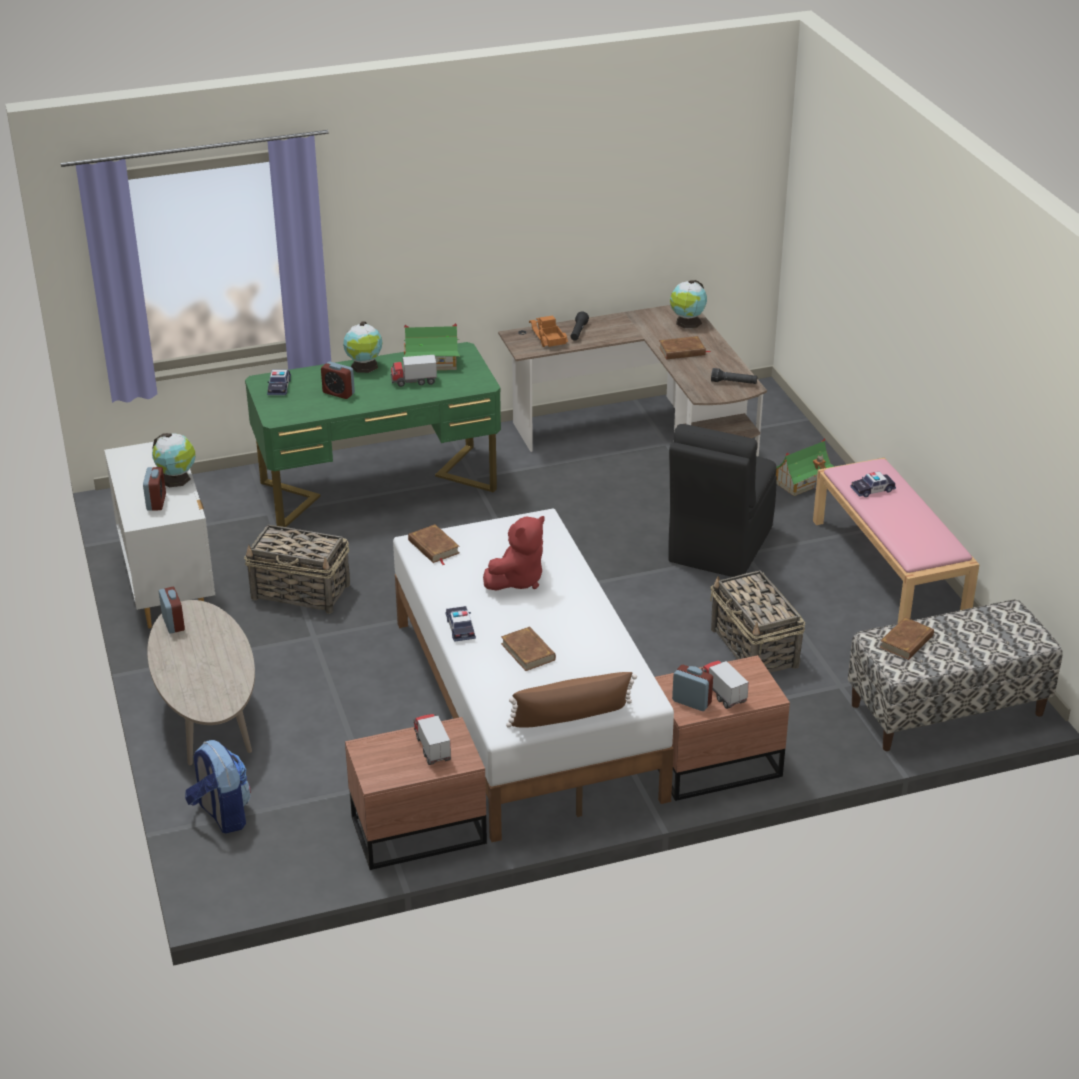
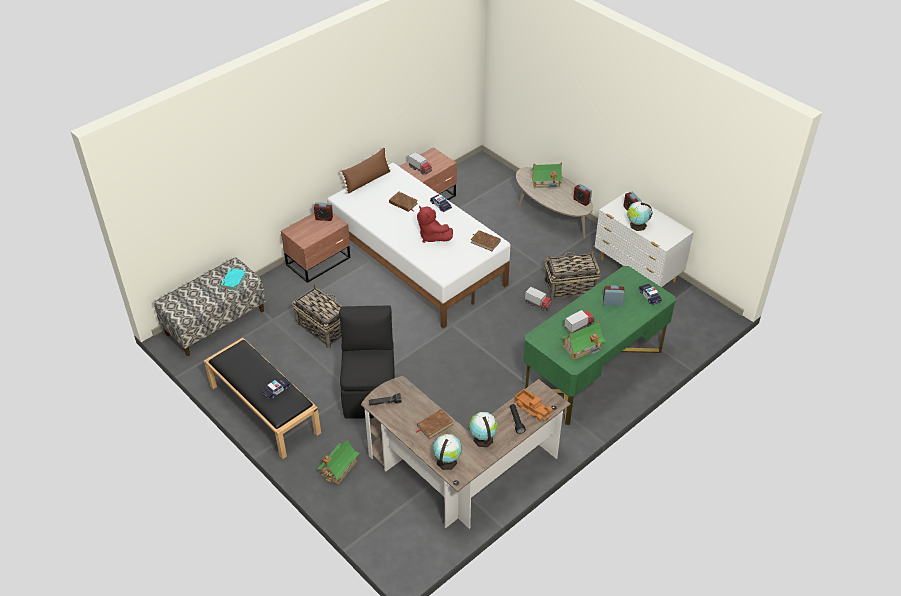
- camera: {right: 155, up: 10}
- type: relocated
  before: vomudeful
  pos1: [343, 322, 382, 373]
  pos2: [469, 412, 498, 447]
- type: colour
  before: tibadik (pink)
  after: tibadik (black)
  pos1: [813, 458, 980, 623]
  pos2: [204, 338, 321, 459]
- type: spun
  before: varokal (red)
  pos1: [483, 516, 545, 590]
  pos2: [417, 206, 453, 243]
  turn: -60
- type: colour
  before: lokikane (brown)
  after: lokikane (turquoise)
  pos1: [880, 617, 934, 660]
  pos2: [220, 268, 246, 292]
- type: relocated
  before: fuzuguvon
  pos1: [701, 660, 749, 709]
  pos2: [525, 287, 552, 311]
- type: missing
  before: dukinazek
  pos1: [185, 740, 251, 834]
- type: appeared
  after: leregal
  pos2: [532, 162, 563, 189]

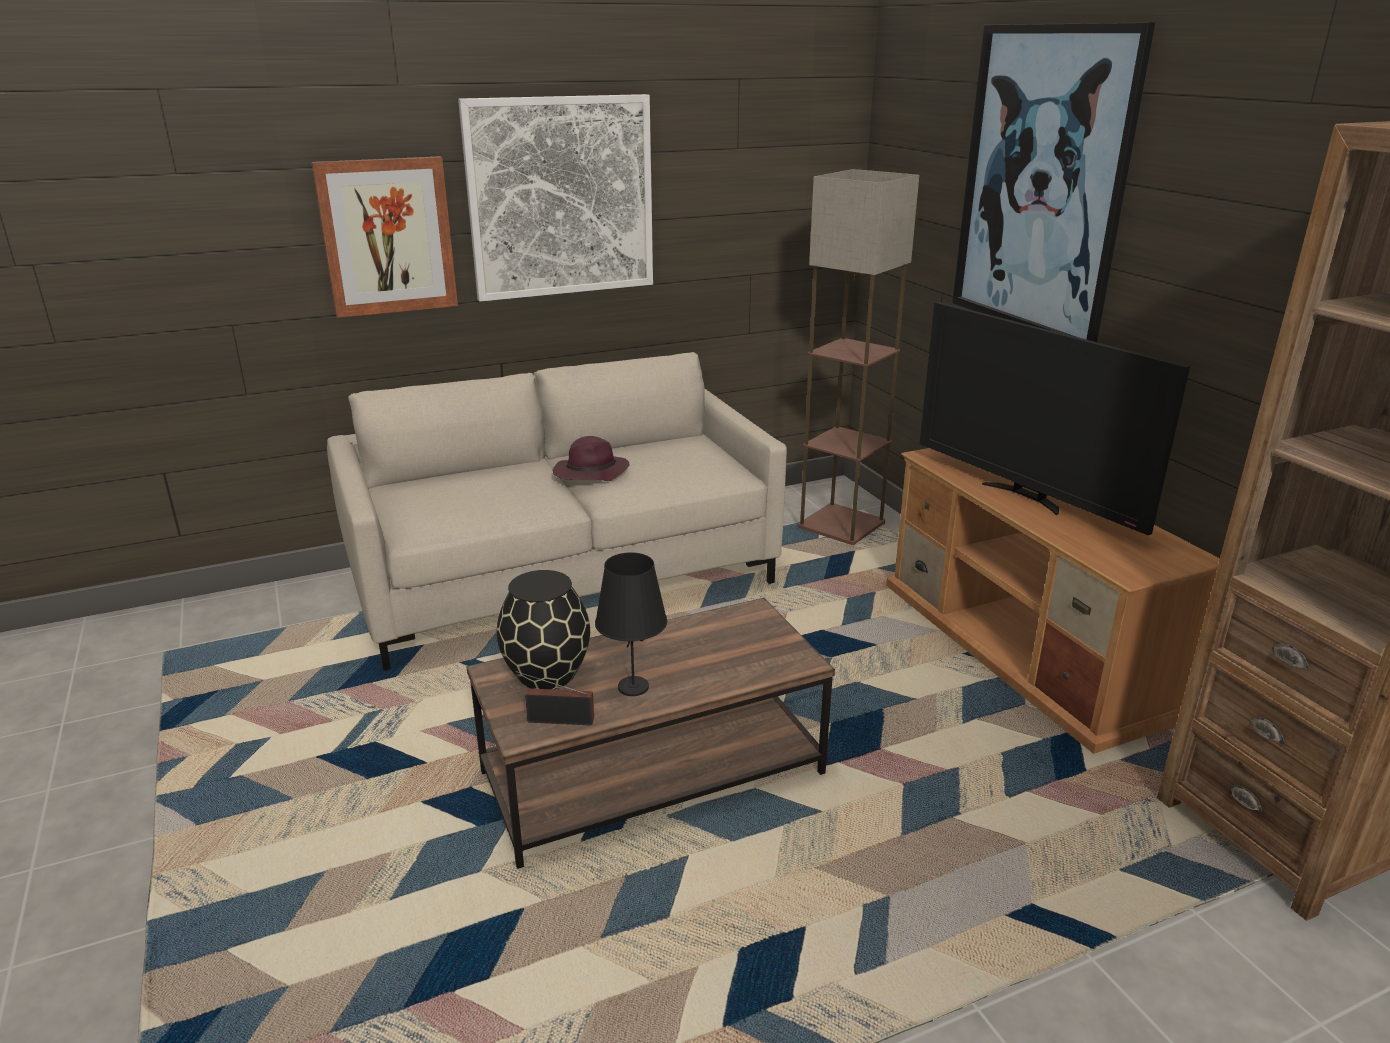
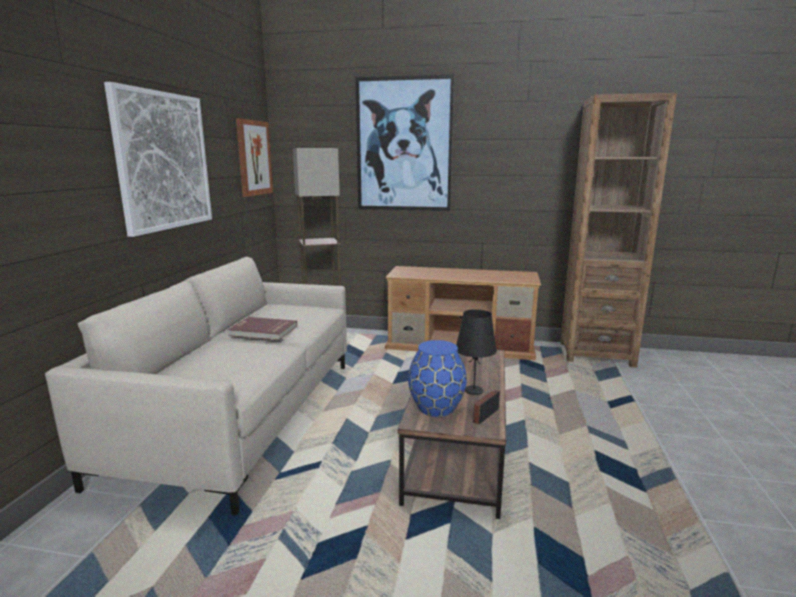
- camera: {right: -55, up: -10}
- type: relocated
  before: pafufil
  pos1: [312, 156, 458, 318]
  pos2: [236, 118, 273, 197]
- type: missing
  before: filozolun
  pos1: [919, 302, 1190, 535]
- type: exchanged
  before: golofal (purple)
  after: lokikane (red)
  pos1: [553, 436, 630, 481]
  pos2: [228, 317, 297, 340]
- type: colour
  before: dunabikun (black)
  after: dunabikun (blue)
  pos1: [497, 570, 590, 689]
  pos2: [408, 340, 467, 417]

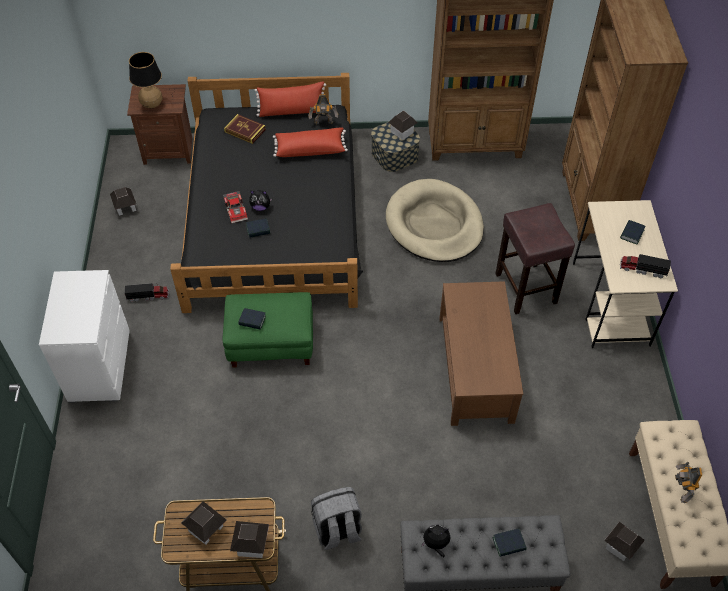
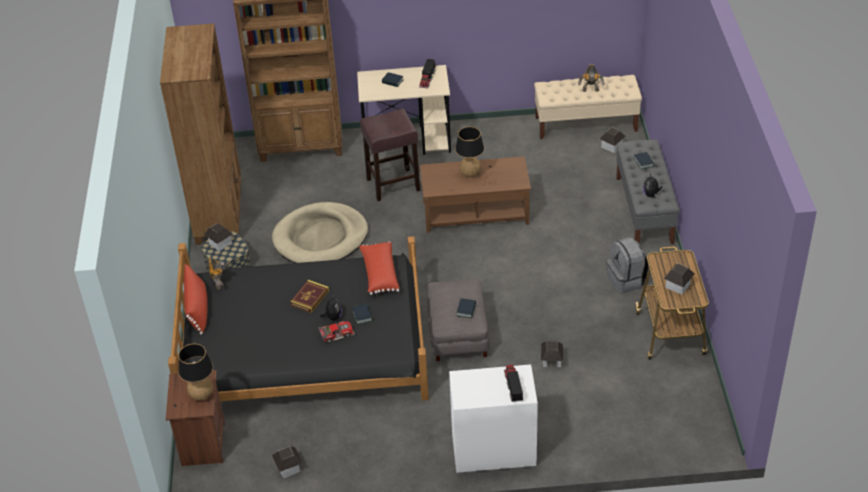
- camera: {right: -90, up: -10}
- type: relocated
  before: lokikane
  pos1: [224, 114, 266, 144]
  pos2: [290, 280, 329, 313]
- type: relocated
  before: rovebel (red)
  pos1: [273, 127, 348, 157]
  pos2: [359, 241, 399, 295]
- type: relocated
  before: fuzuguvon
  pos1: [124, 283, 169, 302]
  pos2: [504, 365, 524, 402]
- type: colour
  before: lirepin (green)
  after: lirepin (grey)
  pos1: [222, 292, 313, 368]
  pos2: [427, 279, 489, 361]
- type: relocated
  before: leregal
  pos1: [230, 521, 269, 558]
  pos2: [541, 341, 563, 367]
- type: appeared
  after: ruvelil
  pos2: [455, 127, 495, 185]

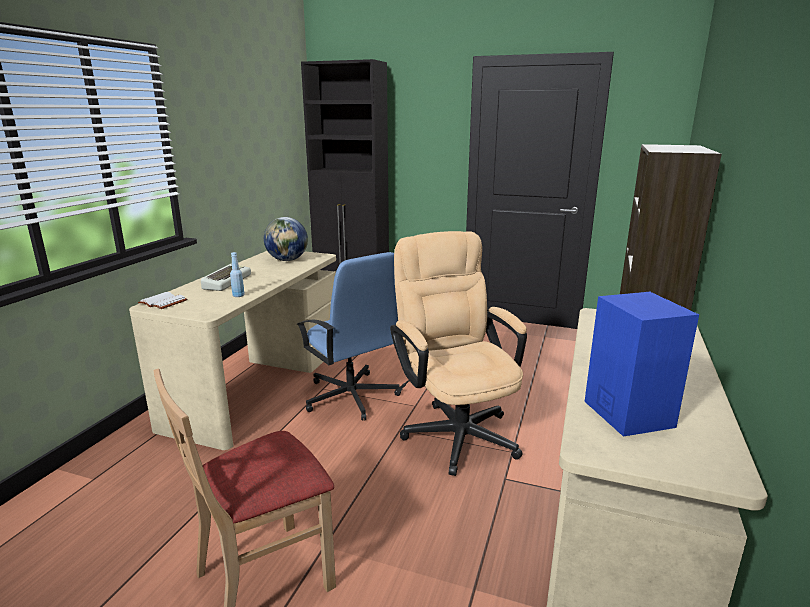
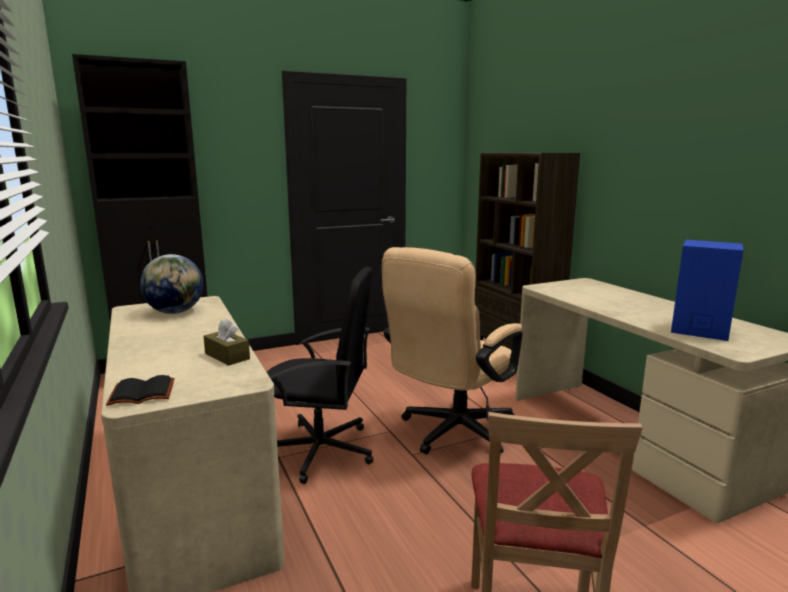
- camera: {right: -45, up: -5}
- type: spun
  before: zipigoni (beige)
  pos1: [390, 231, 527, 476]
  pos2: [382, 247, 523, 454]
  turn: -75
- type: exchanged
  before: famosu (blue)
  after: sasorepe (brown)
  pos1: [230, 252, 245, 297]
  pos2: [204, 319, 250, 366]
- type: colour
  before: zipigoni (blue)
  after: zipigoni (black)
  pos1: [296, 252, 401, 421]
  pos2: [267, 267, 373, 484]
- type: missing
  before: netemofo
  pos1: [201, 264, 251, 291]
- type: colour
  before: lokikane (white)
  after: lokikane (black)
  pos1: [138, 292, 188, 309]
  pos2: [106, 375, 175, 406]

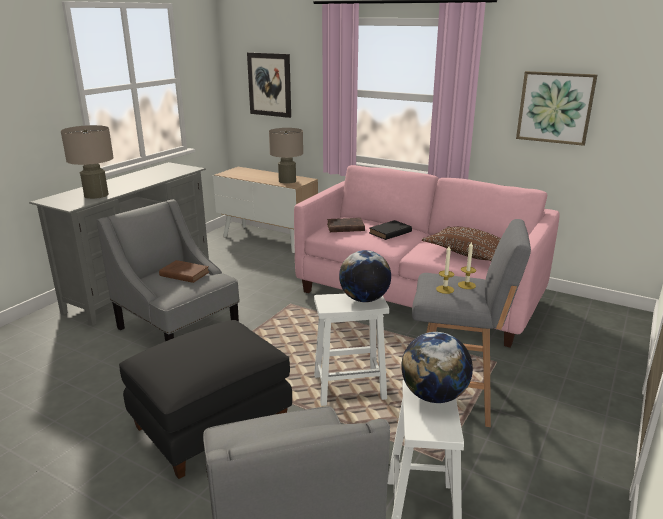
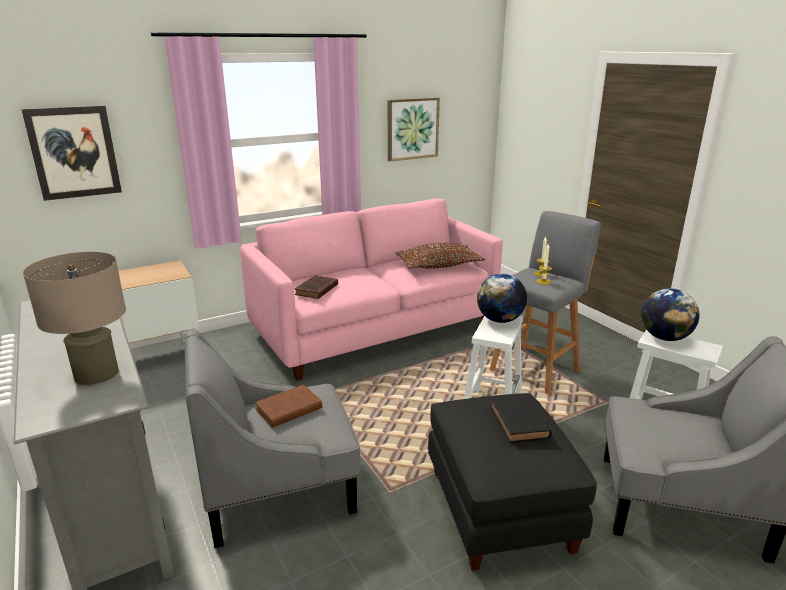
- camera: {right: -60, up: 0}
- type: missing
  before: ruvelil (beige)
  pos1: [269, 128, 303, 184]
- type: relocated
  before: lokikane (black)
  pos1: [369, 220, 412, 240]
  pos2: [491, 396, 552, 443]

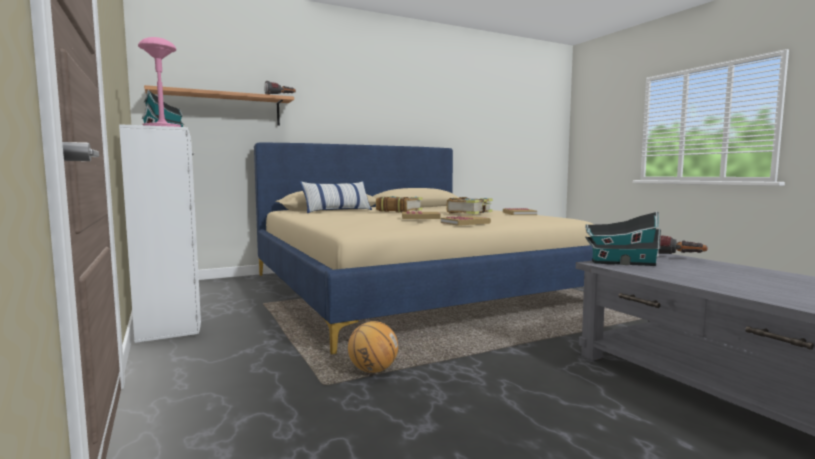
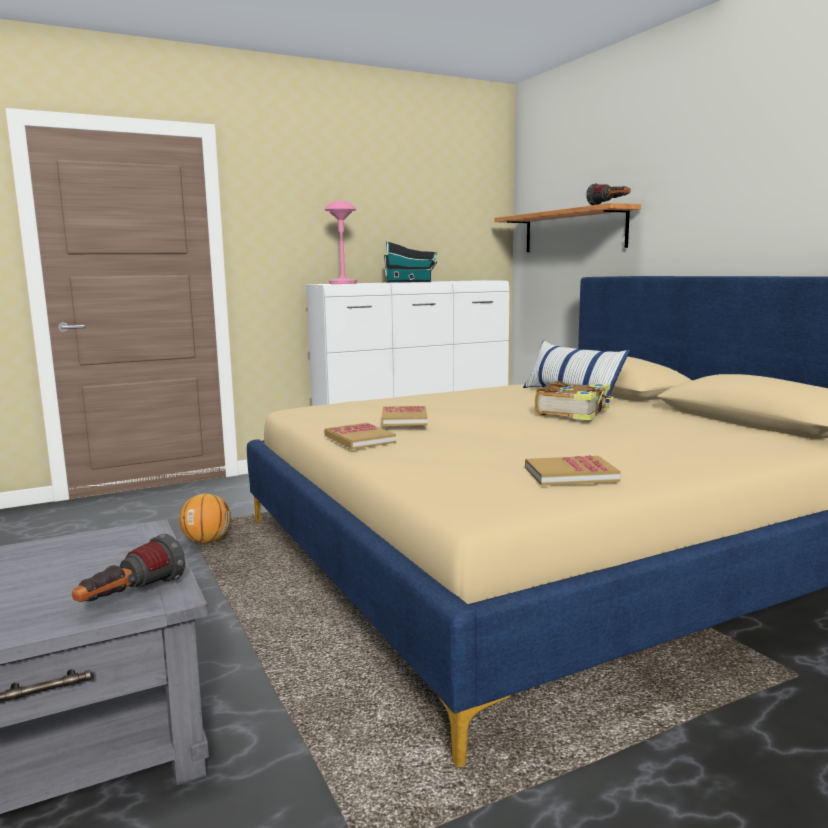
- camera: {right: 90, up: 5}
- type: missing
  before: lokikane
  pos1: [446, 197, 493, 214]
- type: missing
  before: leregal
  pos1: [585, 211, 661, 266]

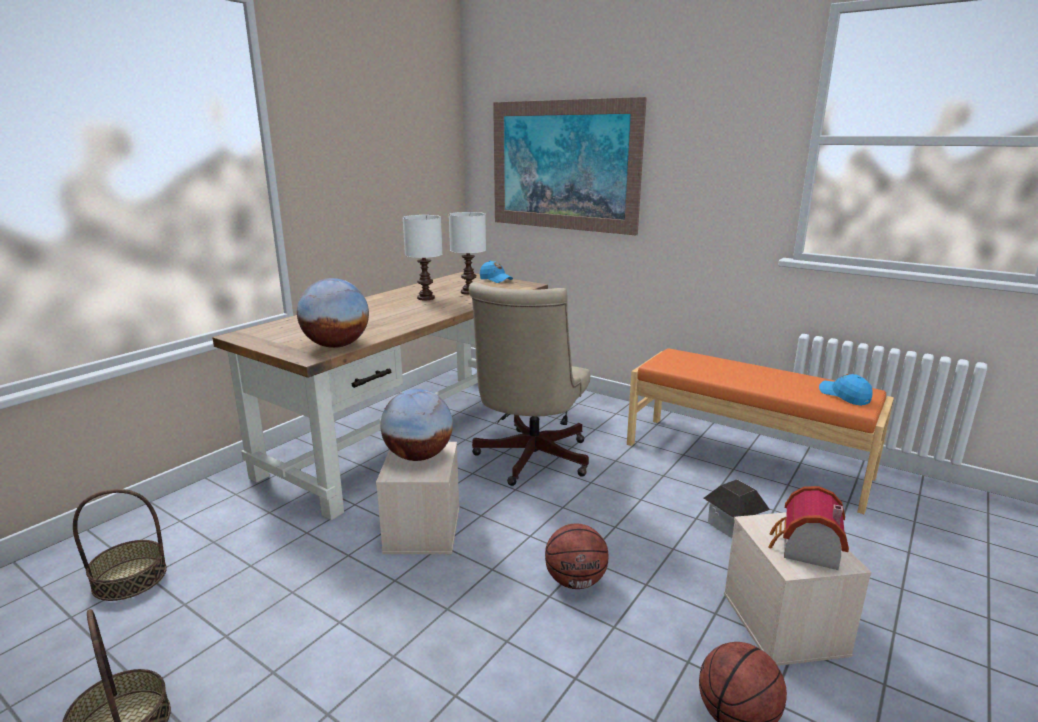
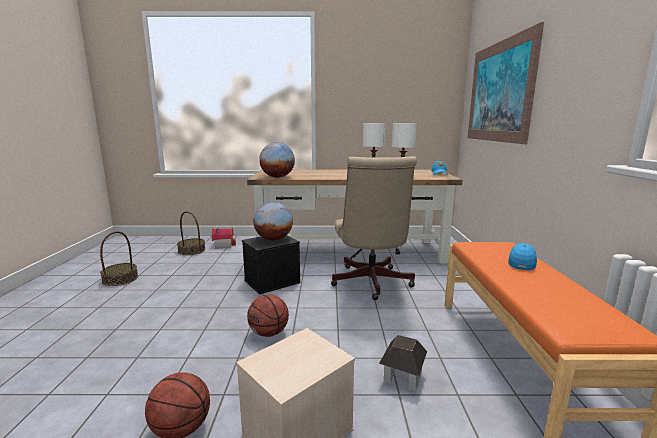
- camera: {right: 55, up: -5}
- type: spun
  before: zipigoni (beige)
  pos1: [469, 282, 590, 486]
  pos2: [331, 156, 417, 300]
  turn: -75
- type: relocated
  before: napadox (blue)
  pos1: [819, 374, 872, 406]
  pos2: [508, 243, 537, 271]
- type: colour
  before: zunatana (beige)
  after: zunatana (black)
  pos1: [376, 442, 460, 554]
  pos2: [242, 235, 301, 294]
- type: relocated
  before: leregal
  pos1: [769, 486, 849, 570]
  pos2: [212, 228, 236, 249]

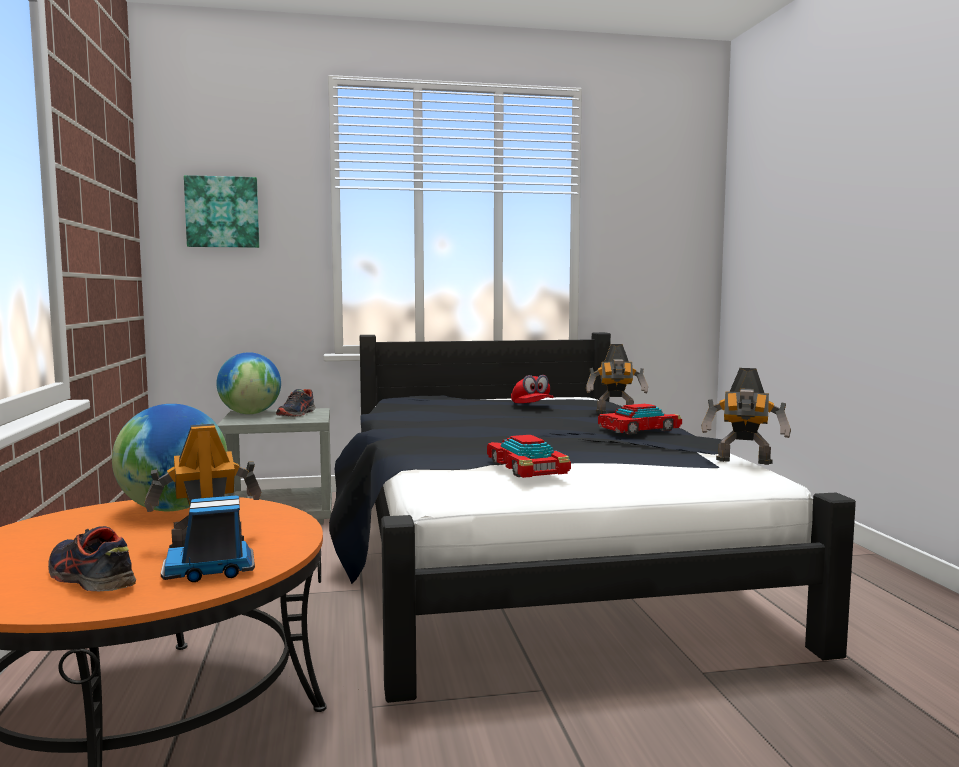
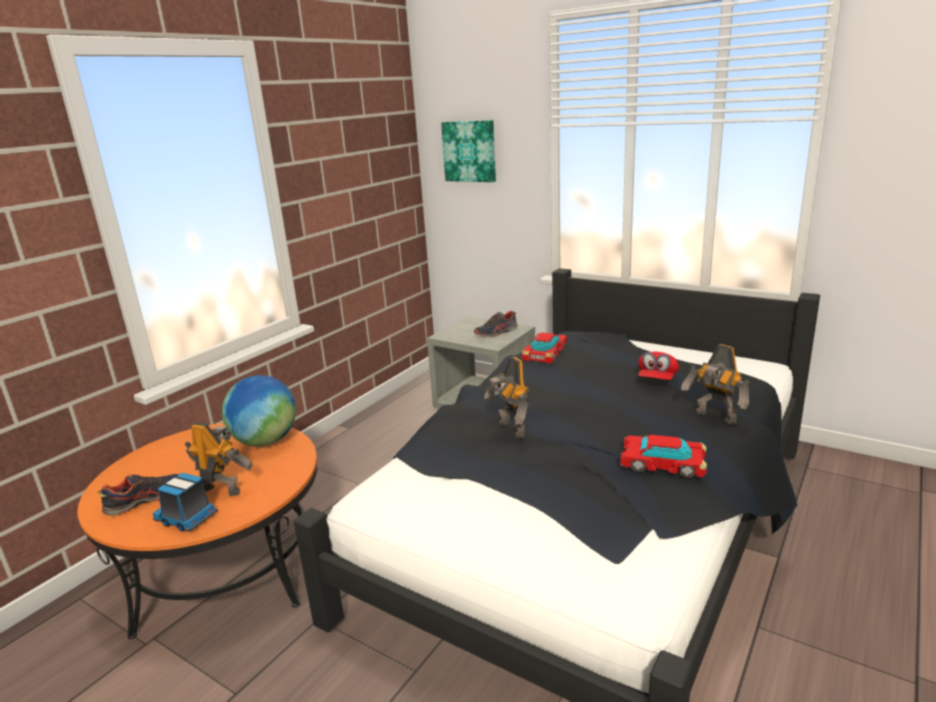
- camera: {right: 45, up: 15}
- type: missing
  before: vomudeful
  pos1: [216, 352, 281, 414]
- type: relocated
  before: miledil
  pos1: [701, 368, 791, 465]
  pos2: [484, 357, 529, 439]
- type: relocated
  before: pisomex
  pos1: [487, 435, 571, 478]
  pos2: [522, 333, 567, 363]
- type: spun
  before: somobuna
  pos1: [48, 526, 136, 592]
  pos2: [98, 474, 179, 516]
  turn: 60

